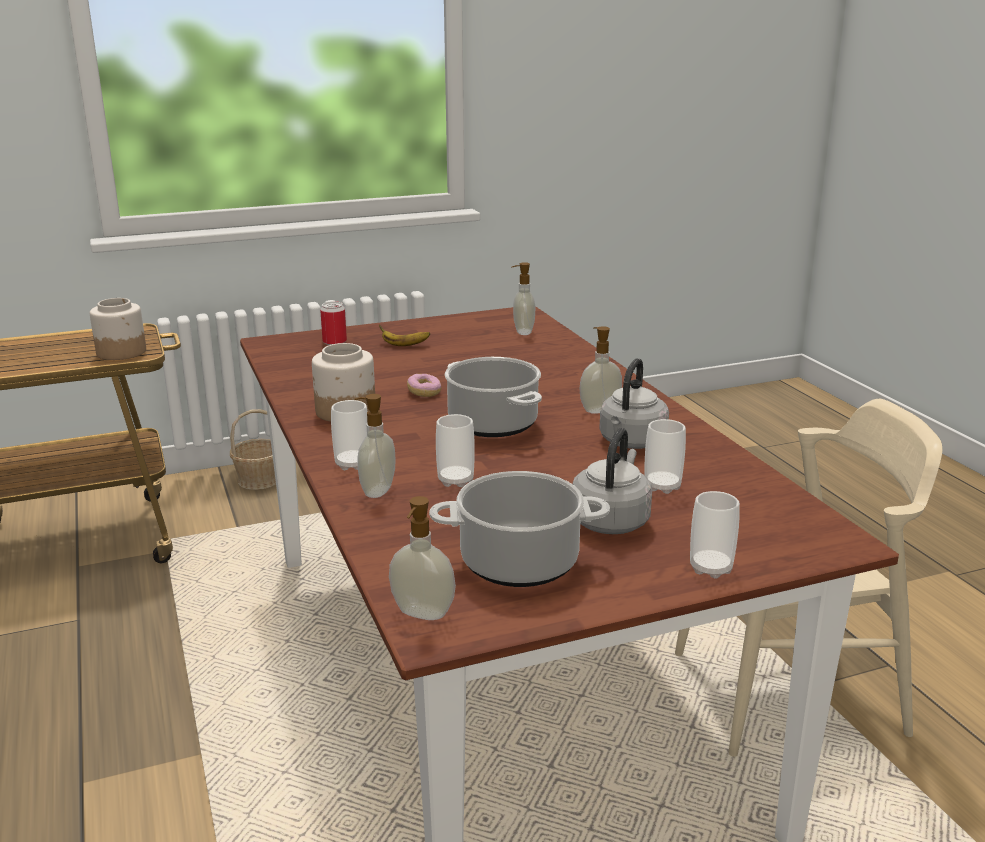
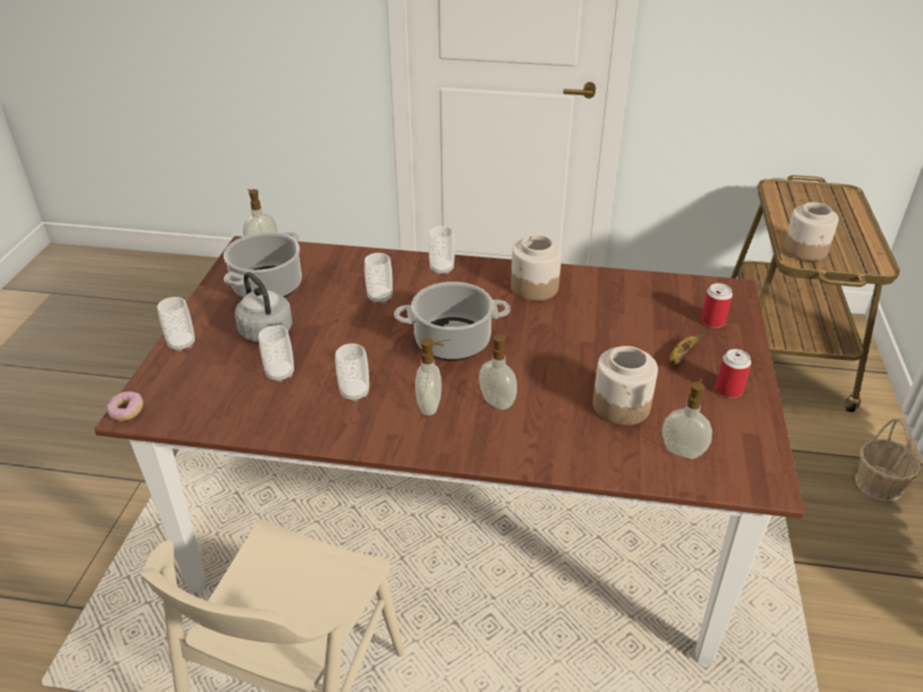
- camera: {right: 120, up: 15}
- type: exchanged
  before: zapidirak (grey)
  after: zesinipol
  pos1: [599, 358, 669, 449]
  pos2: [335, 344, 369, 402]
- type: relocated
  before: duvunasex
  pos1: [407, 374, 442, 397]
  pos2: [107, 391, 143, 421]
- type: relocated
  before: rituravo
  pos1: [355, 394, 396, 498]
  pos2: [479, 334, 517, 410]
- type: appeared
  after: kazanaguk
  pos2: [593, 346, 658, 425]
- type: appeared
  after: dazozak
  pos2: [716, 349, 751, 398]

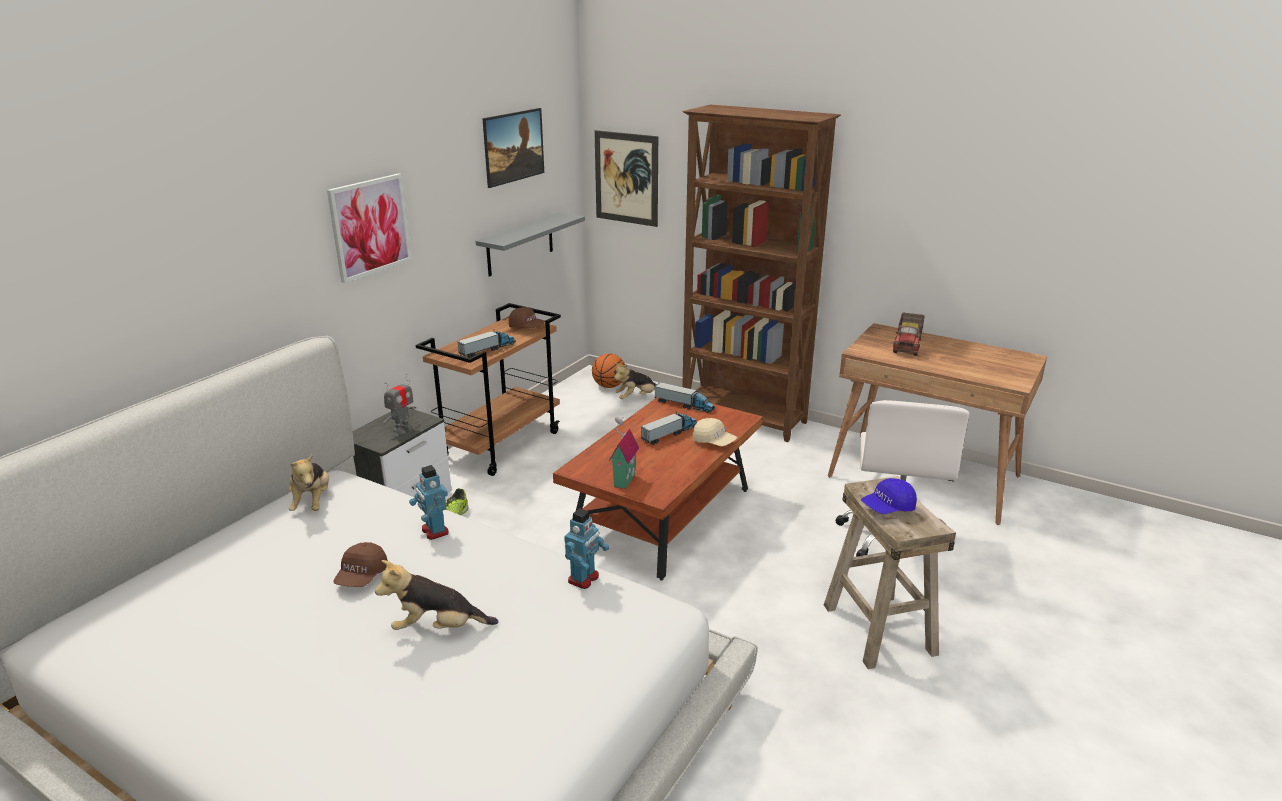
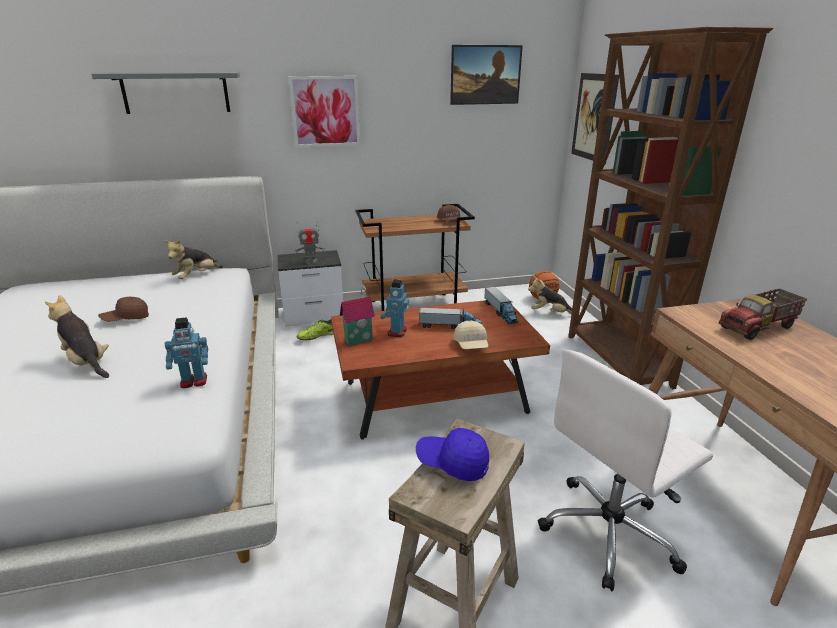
- camera: {right: 45, up: 0}
- type: relocated
  before: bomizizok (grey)
  pos1: [475, 212, 585, 277]
  pos2: [91, 72, 240, 114]
- type: missing
  before: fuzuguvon
  pos1: [457, 329, 516, 358]
- type: relocated
  before: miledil
  pos1: [409, 465, 449, 540]
  pos2: [380, 279, 409, 337]

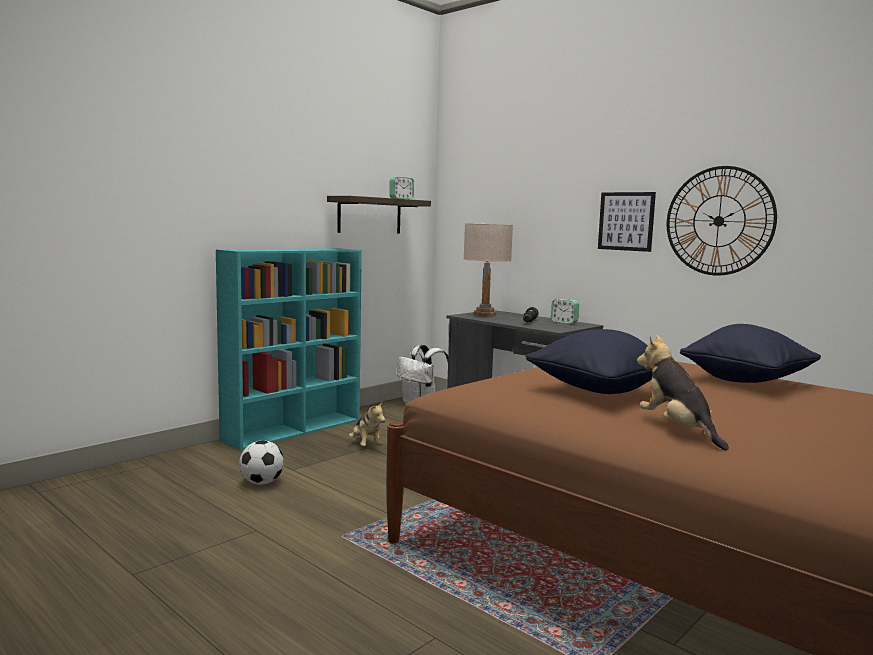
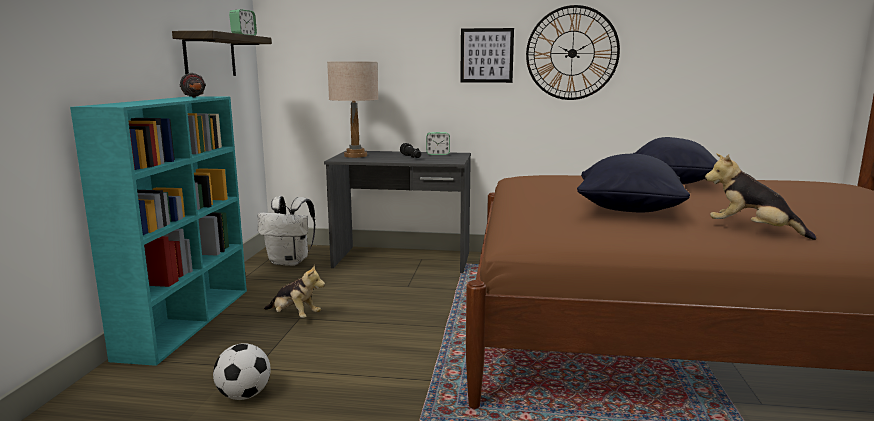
- camera: {right: -35, up: 5}
- type: appeared
  after: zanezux
  pos2: [180, 73, 206, 98]

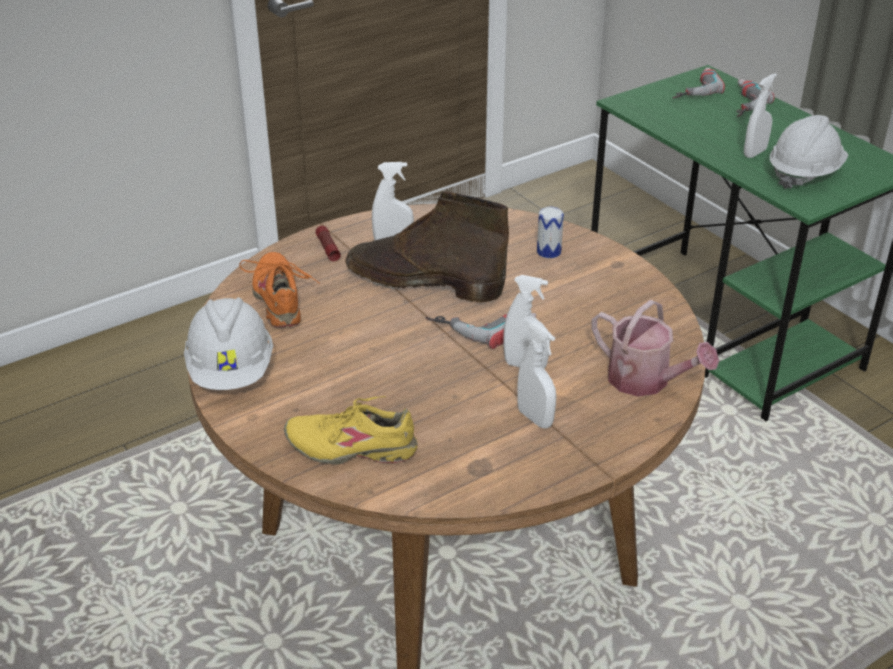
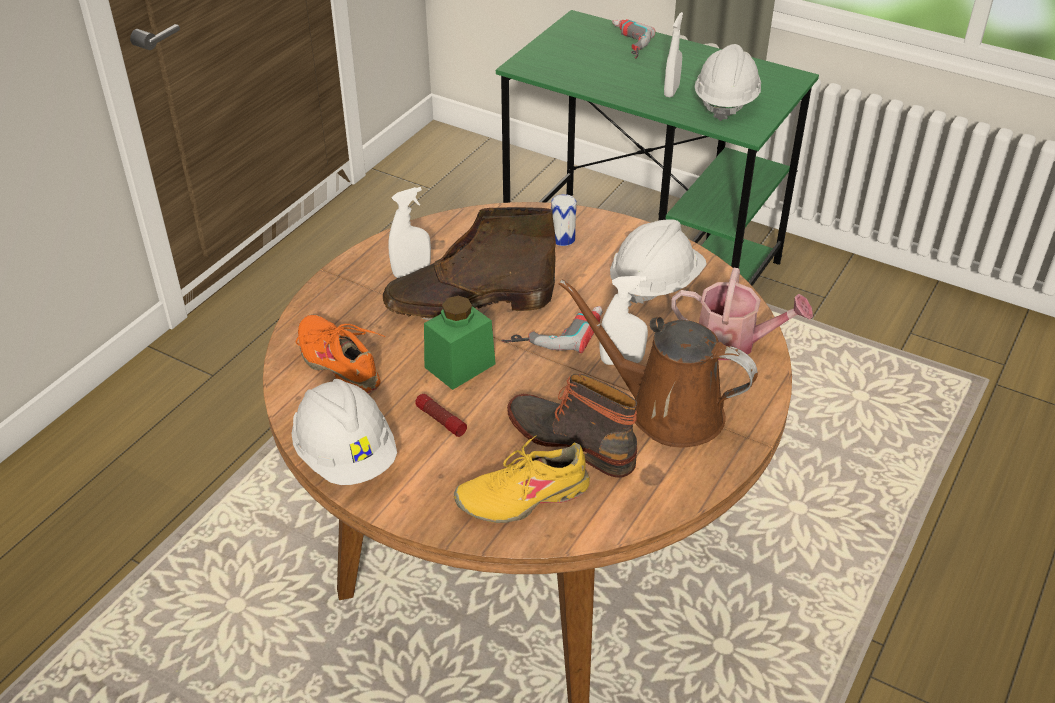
- camera: {right: -25, up: 5}
- type: missing
  before: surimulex
  pos1: [673, 67, 725, 99]
- type: relocated
  before: zanezux
  pos1: [316, 226, 341, 261]
  pos2: [415, 394, 467, 437]
- type: exchanged
  before: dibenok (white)
  after: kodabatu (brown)
  pos1: [517, 323, 556, 428]
  pos2: [559, 279, 758, 447]
- type: appeared
  after: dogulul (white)
  pos2: [610, 219, 707, 307]
- type: appeared
  after: kazanaguk (green)
  pos2: [424, 296, 496, 390]
- type: appeared
  after: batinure
  pos2: [507, 374, 637, 478]

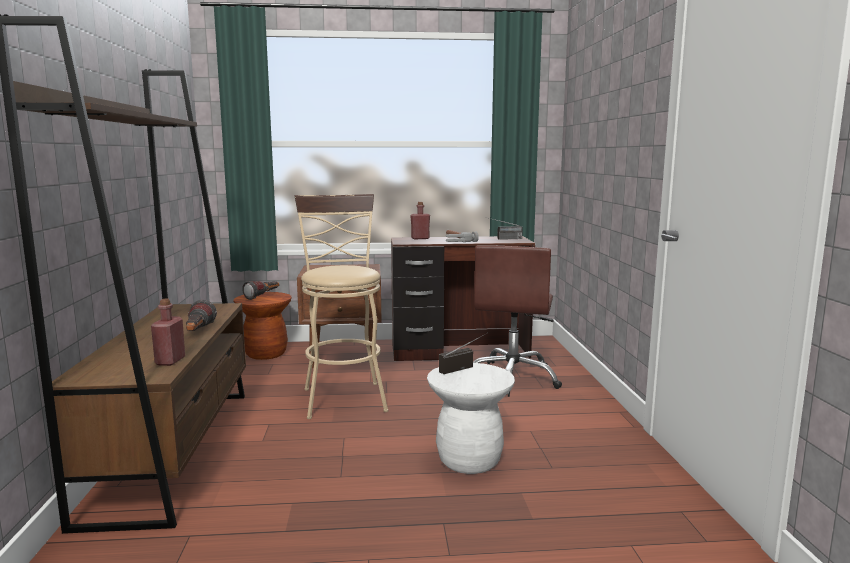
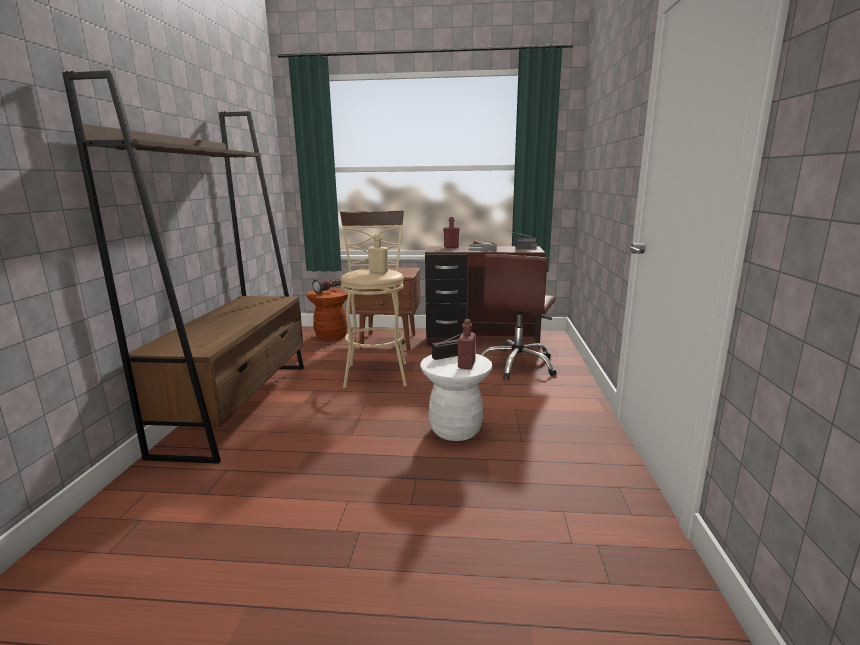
- camera: {right: 10, up: 5}
- type: relocated
  before: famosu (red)
  pos1: [151, 299, 185, 366]
  pos2: [458, 319, 476, 369]
- type: missing
  before: zanezux
  pos1: [186, 300, 217, 331]
- type: appeared
  after: famosu (beige)
  pos2: [368, 234, 388, 274]

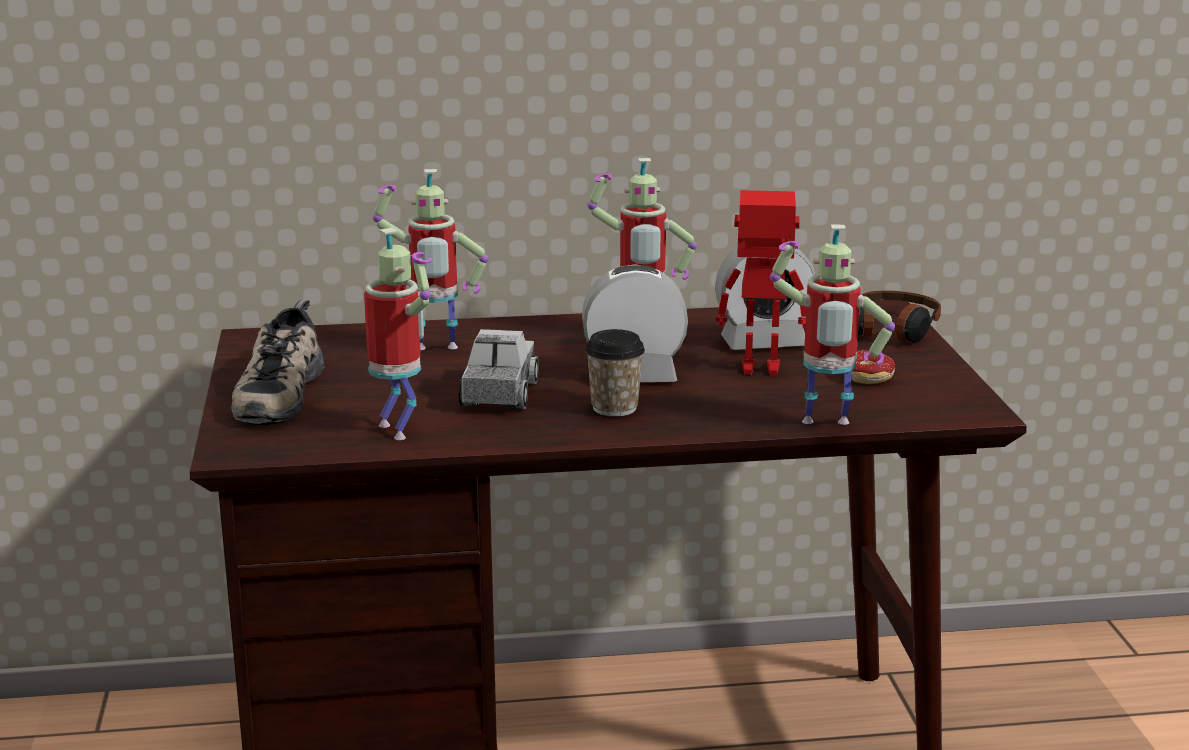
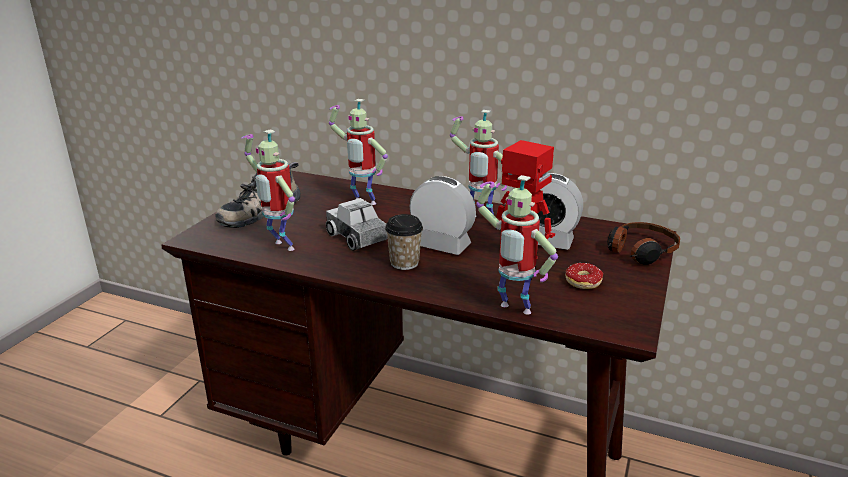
- camera: {right: 30, up: 5}
- type: spun
  before: miledil
  pos1: [364, 228, 433, 440]
  pos2: [241, 129, 295, 251]
  turn: 135
- type: spun
  before: fuzuguvon
  pos1: [459, 329, 539, 409]
  pos2: [326, 198, 388, 251]
  turn: -75

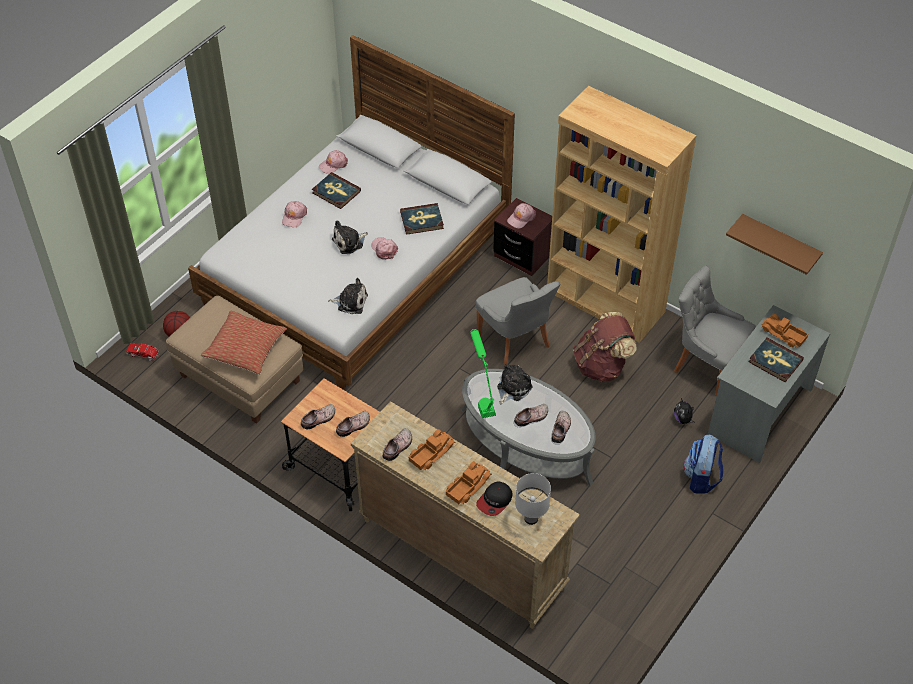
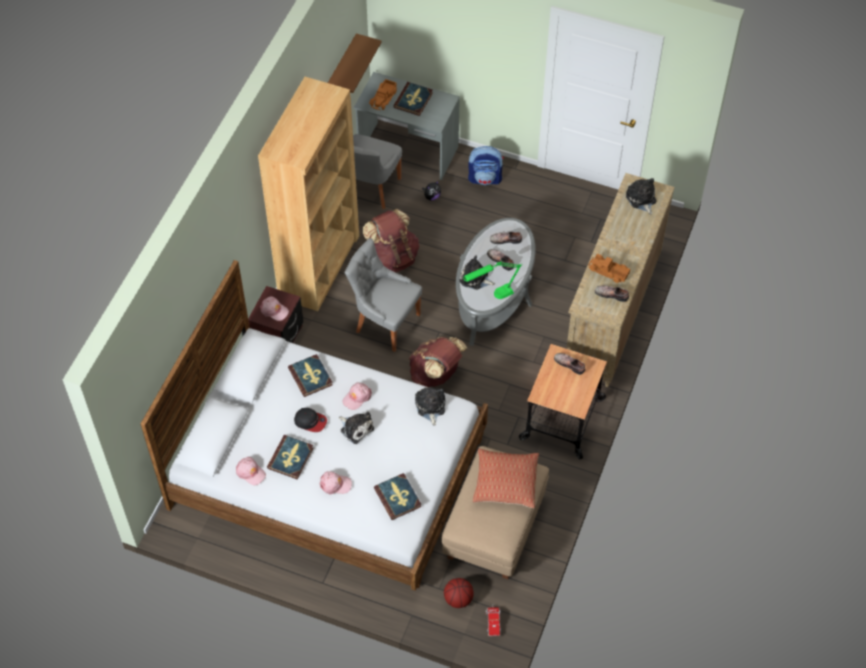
- camera: {right: -105, up: 5}
- type: spun
  before: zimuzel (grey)
  pos1: [476, 277, 560, 365]
  pos2: [345, 238, 422, 352]
  turn: -105
- type: missing
  before: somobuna
  pos1: [301, 404, 335, 429]
- type: missing
  before: fuzuguvon
  pos1: [445, 461, 492, 504]
- type: exchanged
  before: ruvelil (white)
  after: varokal
  pos1: [515, 473, 551, 525]
  pos2: [626, 178, 656, 214]
- type: relocated
  before: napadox
  pos1: [476, 481, 512, 516]
  pos2: [294, 408, 327, 432]
- type: appeared
  after: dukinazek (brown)
  pos2: [409, 337, 467, 387]
- type: appeared
  after: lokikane
  pos2: [374, 473, 421, 520]

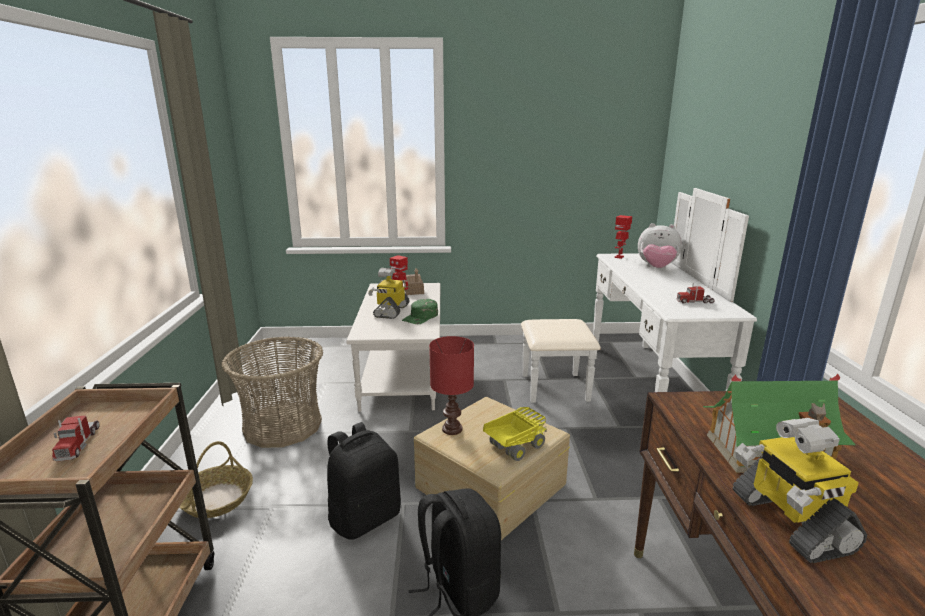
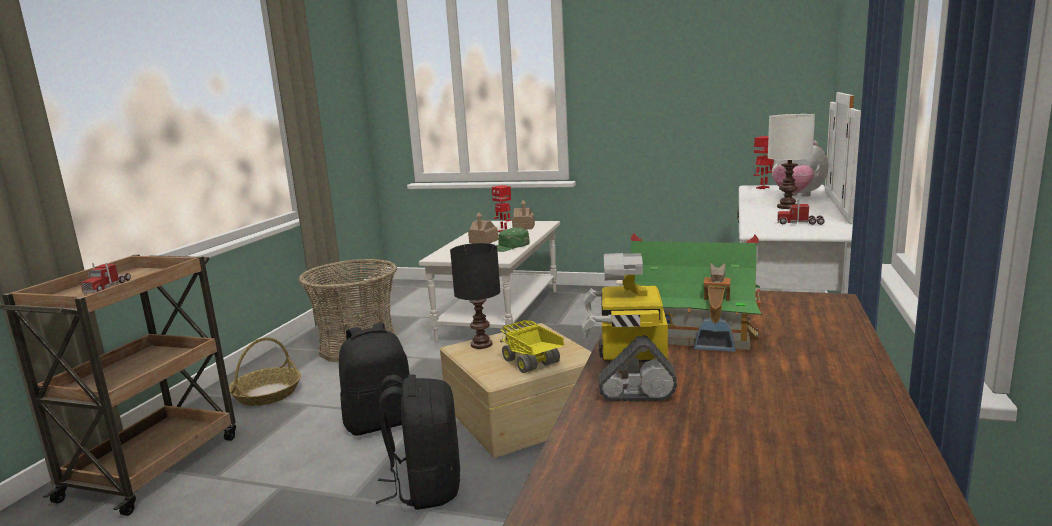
- camera: {right: 20, up: -5}
- type: exchanged
  before: miledil
  after: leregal
  pos1: [368, 268, 410, 319]
  pos2: [468, 212, 498, 244]
- type: colour
  before: ruvelil (red)
  after: ruvelil (black)
  pos1: [429, 336, 474, 435]
  pos2: [450, 243, 500, 349]
- type: spun
  before: fuzuguvon
  pos1: [483, 407, 547, 461]
  pos2: [500, 320, 565, 373]
  turn: -105
- type: appeared
  after: ruvelil (white)
  pos2: [768, 114, 815, 209]

